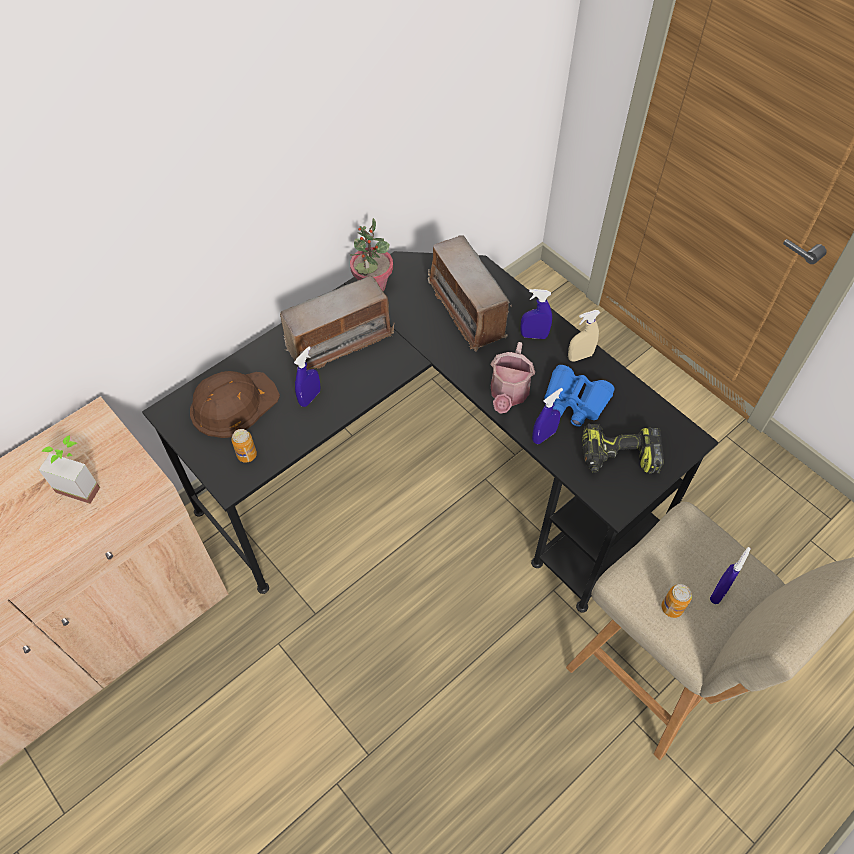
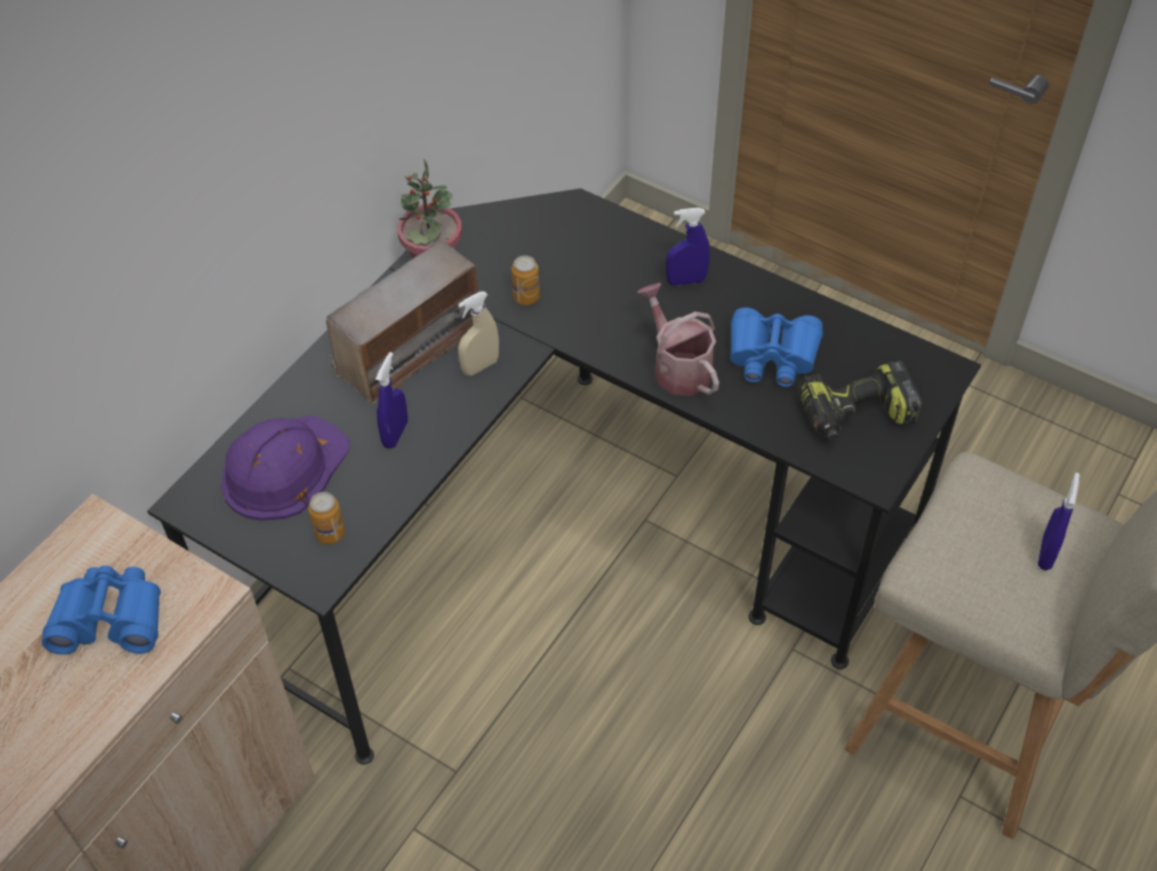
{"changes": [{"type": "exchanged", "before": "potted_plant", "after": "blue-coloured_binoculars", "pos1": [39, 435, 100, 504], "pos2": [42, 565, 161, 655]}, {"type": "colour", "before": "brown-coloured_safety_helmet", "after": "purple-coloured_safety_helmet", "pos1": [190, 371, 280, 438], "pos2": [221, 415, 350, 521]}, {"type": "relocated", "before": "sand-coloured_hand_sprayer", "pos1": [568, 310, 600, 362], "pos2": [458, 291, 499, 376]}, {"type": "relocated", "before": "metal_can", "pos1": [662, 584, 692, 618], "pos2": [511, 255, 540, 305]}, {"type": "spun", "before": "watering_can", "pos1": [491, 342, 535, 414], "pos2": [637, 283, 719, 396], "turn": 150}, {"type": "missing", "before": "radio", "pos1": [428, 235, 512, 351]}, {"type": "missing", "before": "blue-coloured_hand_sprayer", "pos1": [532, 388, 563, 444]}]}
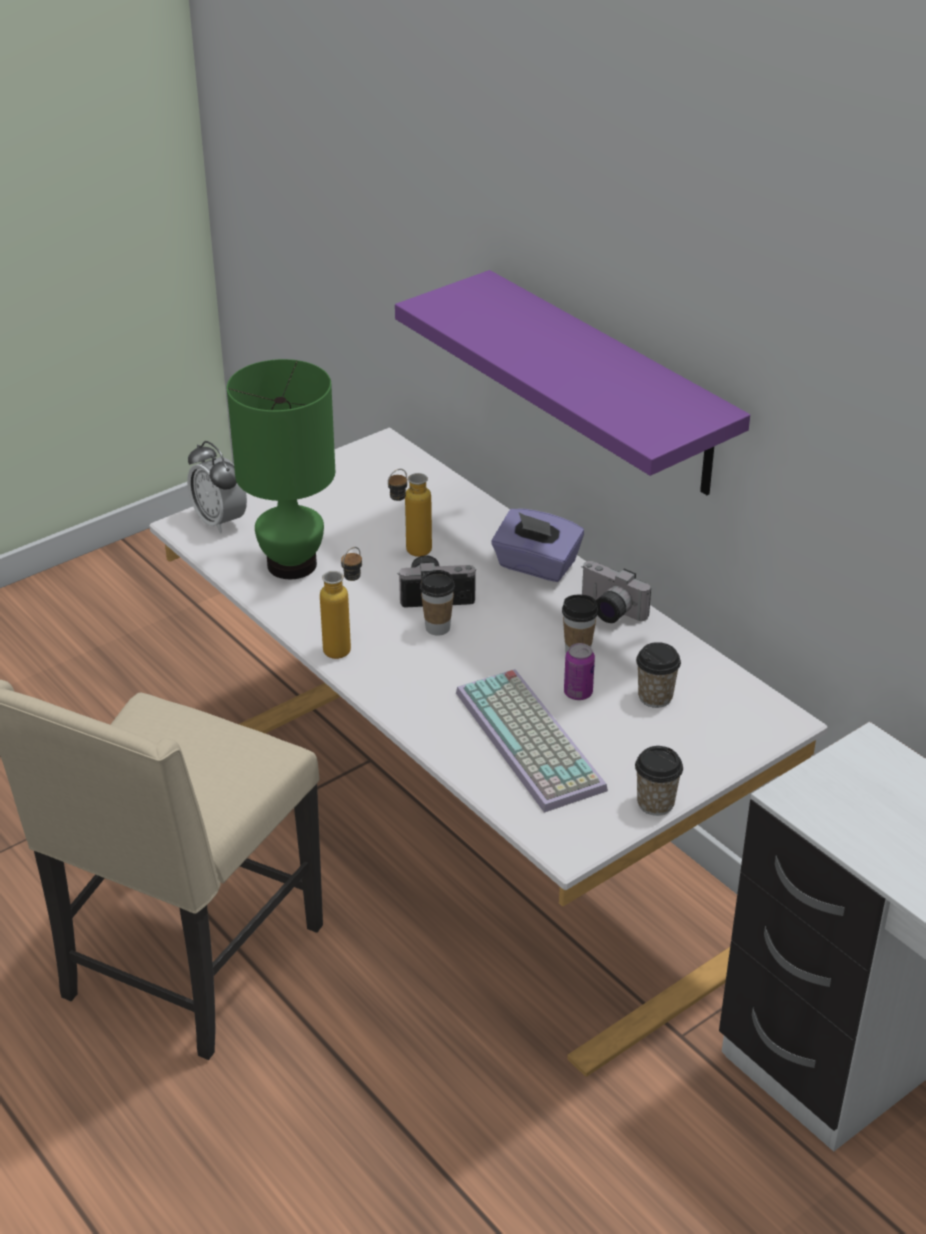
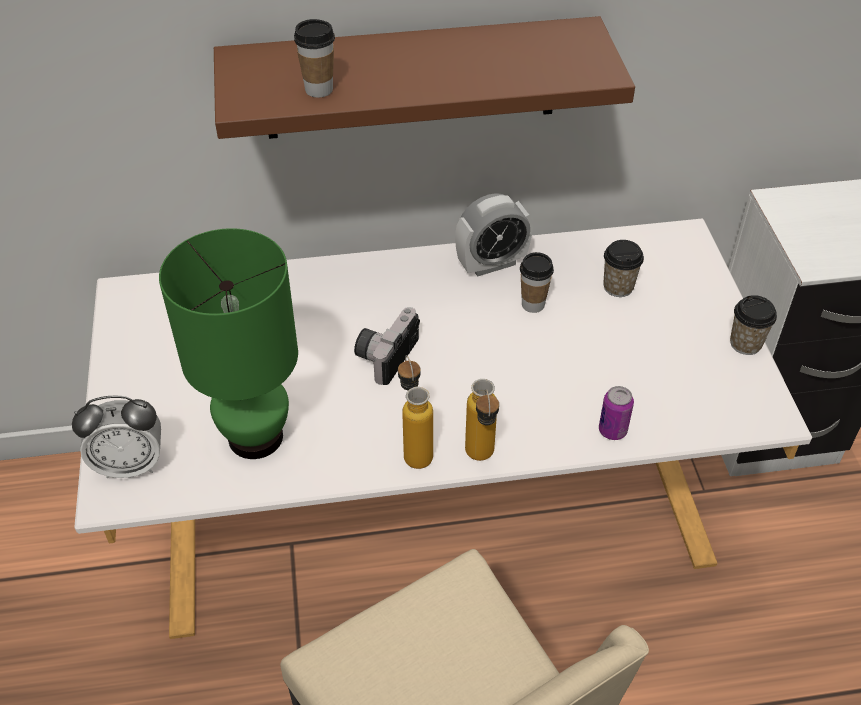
{"changes": [{"type": "colour", "before": "purple-coloured_bracket_shelf", "after": "brown-coloured_bracket_shelf", "pos1": [395, 270, 750, 495], "pos2": [214, 16, 635, 139]}, {"type": "relocated", "before": "cup", "pos1": [420, 570, 455, 636], "pos2": [294, 19, 335, 98]}, {"type": "exchanged", "before": "still_camera", "after": "table_clock", "pos1": [582, 561, 651, 623], "pos2": [455, 193, 533, 277]}, {"type": "relocated", "before": "drink_bottle", "pos1": [388, 469, 432, 557], "pos2": [465, 379, 499, 461]}, {"type": "relocated", "before": "metal_can", "pos1": [564, 643, 595, 700], "pos2": [599, 386, 634, 440]}, {"type": "missing", "before": "keyboard", "pos1": [456, 669, 608, 813]}, {"type": "missing", "before": "purple-coloured_box_of_tissues", "pos1": [491, 508, 584, 582]}]}
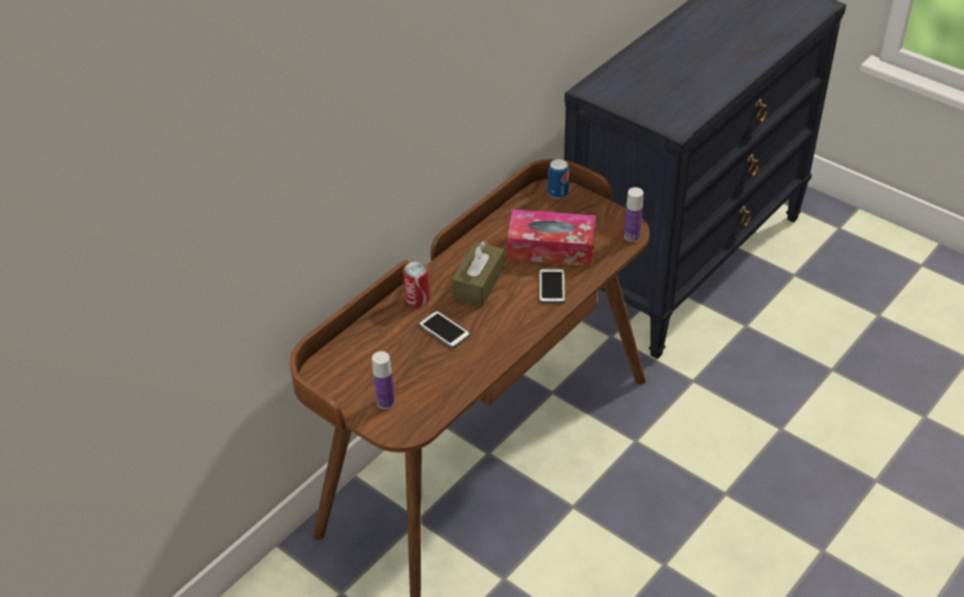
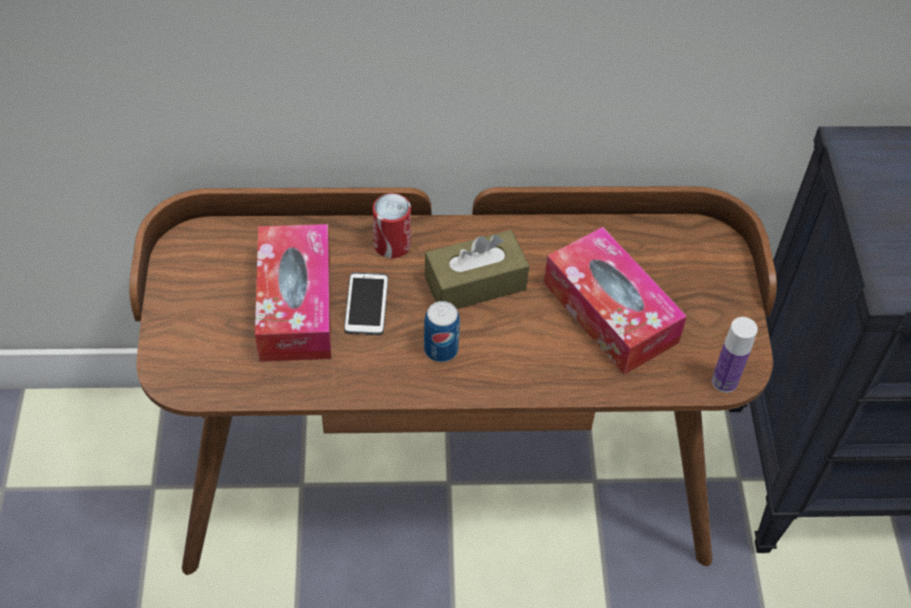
{"changes": [{"type": "appeared", "after": "box_of_tissues", "pos2": [255, 224, 331, 362]}, {"type": "relocated", "before": "metal_can", "pos1": [548, 159, 569, 199], "pos2": [424, 301, 460, 362]}, {"type": "missing", "before": "drink_bottle", "pos1": [372, 351, 395, 409]}, {"type": "missing", "before": "phone", "pos1": [539, 268, 565, 303]}]}
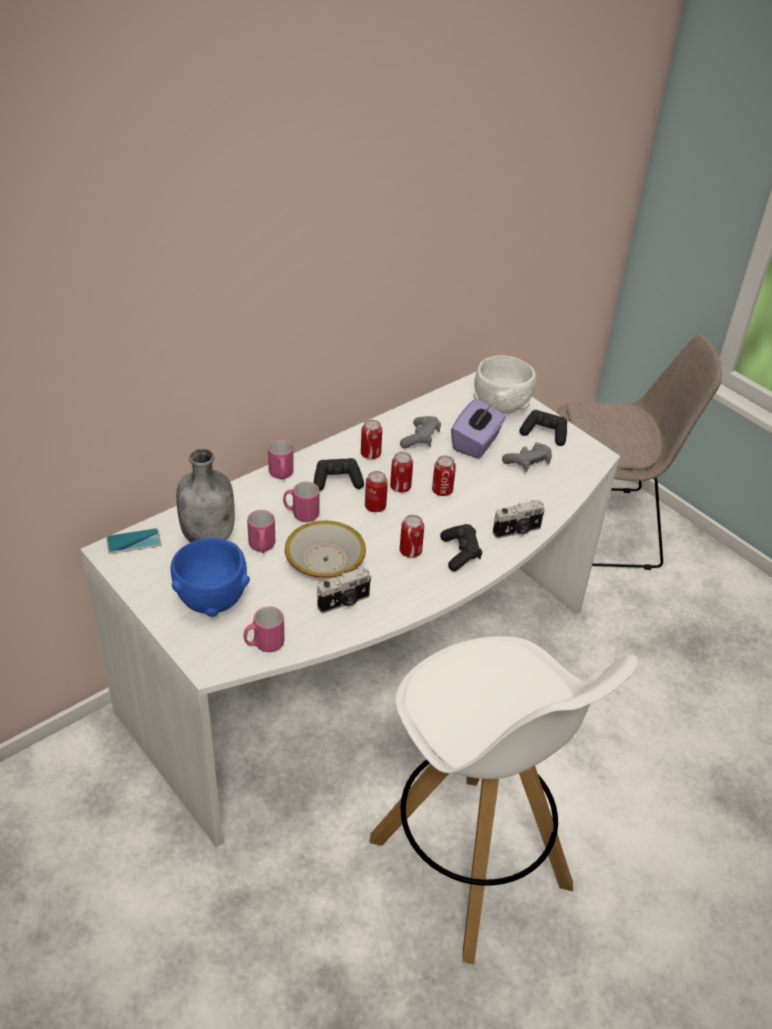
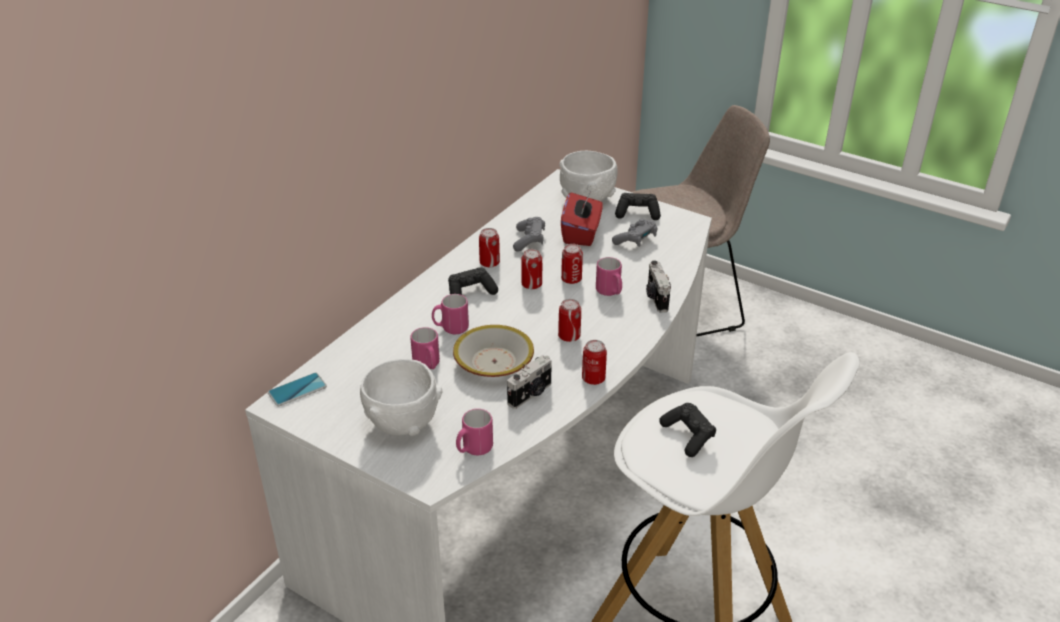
{"changes": [{"type": "colour", "before": "blue-coloured_deep_dish", "after": "white_deep_dish", "pos1": [170, 538, 250, 617], "pos2": [360, 359, 443, 436]}, {"type": "colour", "before": "purple-coloured_box_of_tissues", "after": "red-coloured_box_of_tissues", "pos1": [451, 399, 506, 459], "pos2": [561, 192, 603, 246]}, {"type": "relocated", "before": "metal_can", "pos1": [365, 471, 388, 512], "pos2": [582, 340, 607, 385]}, {"type": "relocated", "before": "pink-coloured_tea_mug", "pos1": [268, 440, 294, 479], "pos2": [596, 257, 622, 296]}, {"type": "spun", "before": "still_camera", "pos1": [493, 500, 545, 539], "pos2": [646, 260, 671, 313], "turn": 120}, {"type": "relocated", "before": "blackish_gamepad", "pos1": [440, 524, 482, 571], "pos2": [659, 403, 716, 457]}, {"type": "missing", "before": "greyish_drink_bottle", "pos1": [176, 449, 235, 542]}]}
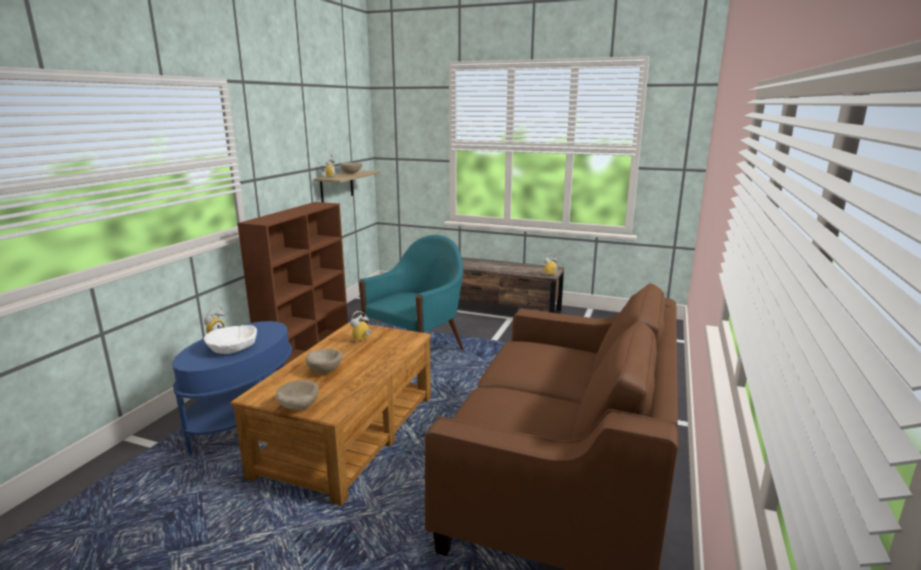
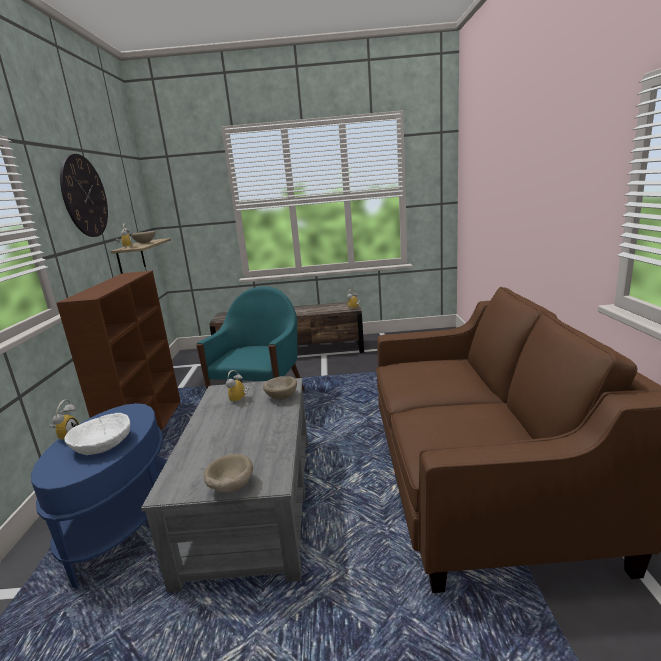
{"changes": [{"type": "appeared", "after": "hanging_clock", "pos2": [60, 154, 108, 237]}, {"type": "colour", "before": "brown-coloured_low_table", "after": "greyish_low_table", "pos1": [230, 322, 431, 506], "pos2": [141, 378, 308, 592]}, {"type": "relocated", "before": "sand-coloured_deep_dish", "pos1": [305, 349, 342, 373], "pos2": [263, 376, 297, 400]}]}
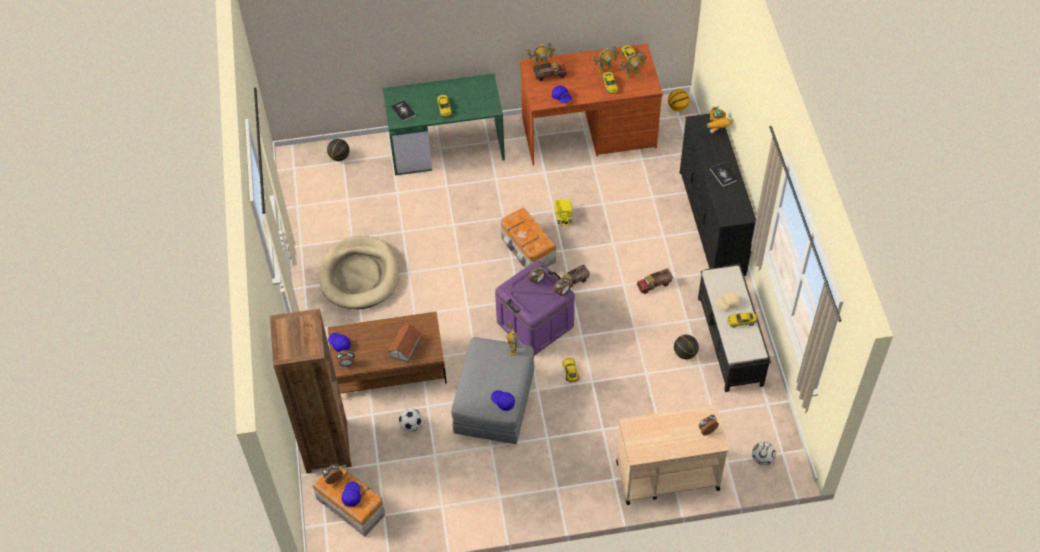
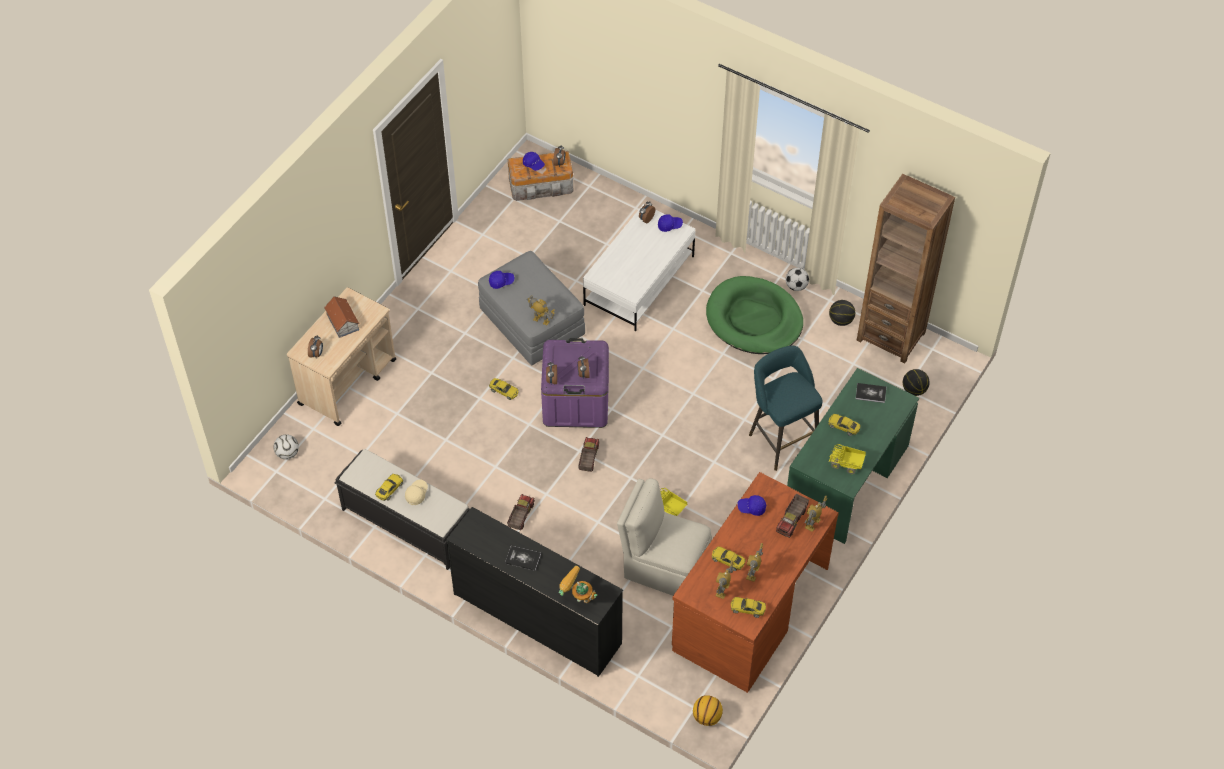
{"changes": [{"type": "relocated", "before": "miniature_house", "pos1": [388, 324, 421, 363], "pos2": [324, 296, 359, 338]}, {"type": "colour", "before": "brown-coloured_low_table", "after": "white_low_table", "pos1": [328, 312, 447, 394], "pos2": [583, 204, 696, 331]}, {"type": "appeared", "after": "sand-coloured_plain_chair", "pos2": [617, 478, 712, 596]}, {"type": "colour", "before": "sand-coloured_dog_cushion", "after": "green_dog_cushion", "pos1": [319, 236, 400, 309], "pos2": [706, 276, 803, 354]}, {"type": "appeared", "after": "turquoise_sitting_stool", "pos2": [749, 345, 823, 471]}, {"type": "relocated", "before": "football", "pos1": [399, 408, 422, 432], "pos2": [786, 268, 809, 291]}, {"type": "relocated", "before": "basketball", "pos1": [674, 335, 699, 359], "pos2": [829, 300, 855, 326]}, {"type": "appeared", "after": "toy_truck", "pos2": [829, 444, 866, 474]}, {"type": "relocated", "before": "brown-coloured_bookshelf", "pos1": [270, 309, 351, 473], "pos2": [857, 174, 955, 364]}, {"type": "missing", "before": "storage_container", "pos1": [501, 207, 556, 268]}]}
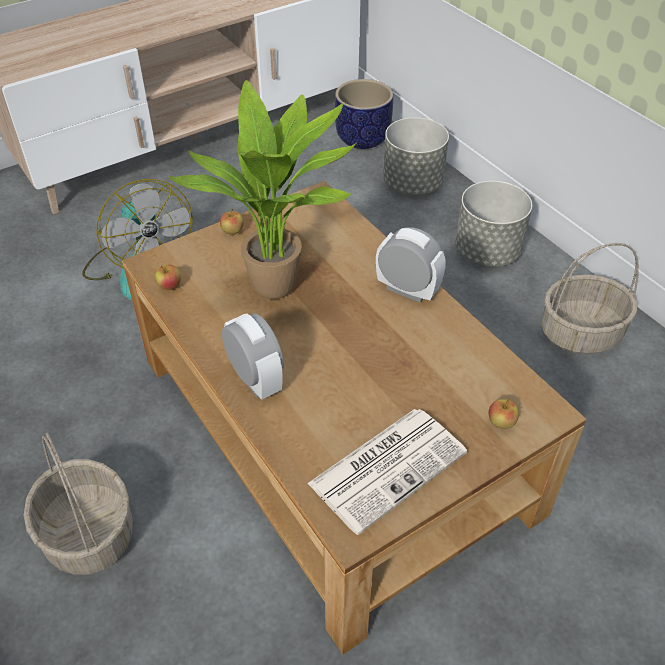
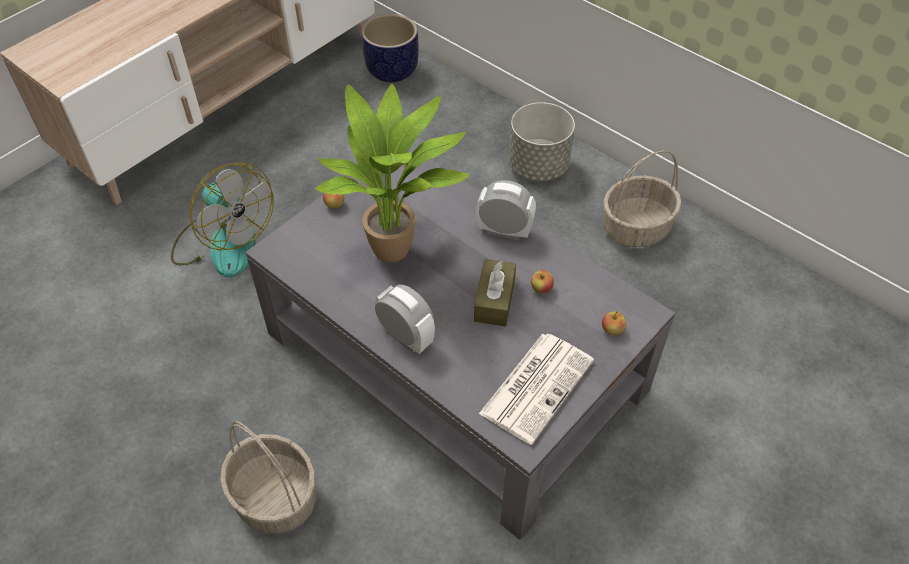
{"changes": [{"type": "colour", "before": "brown-coloured_low_table", "after": "greyish_low_table", "pos1": [122, 181, 587, 654], "pos2": [245, 147, 675, 540]}, {"type": "appeared", "after": "brown-coloured_box_of_tissues", "pos2": [474, 259, 516, 326]}, {"type": "relocated", "before": "apple_fruit", "pos1": [155, 264, 181, 290], "pos2": [531, 270, 554, 294]}, {"type": "missing", "before": "greyish_planter", "pos1": [383, 117, 449, 195]}]}
